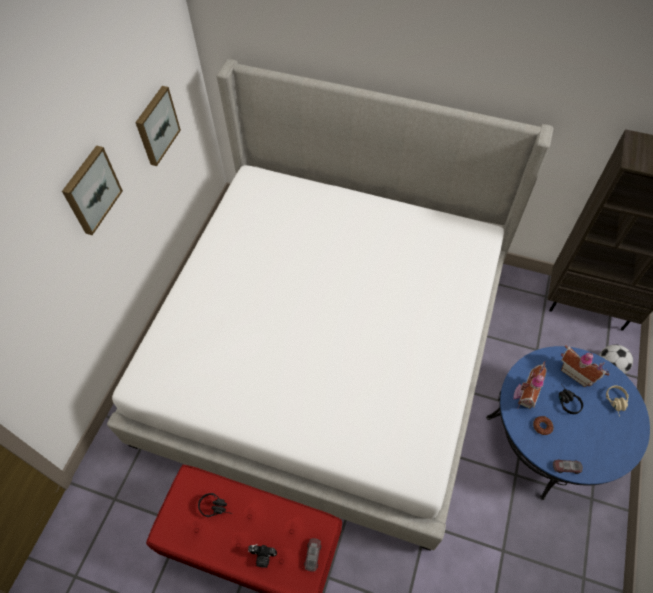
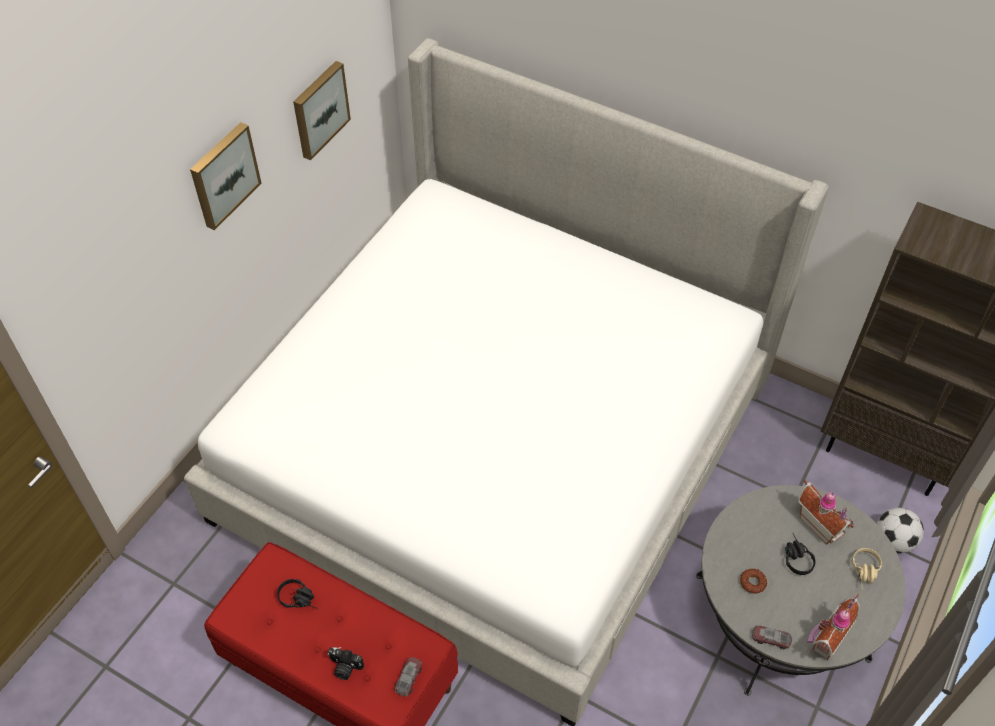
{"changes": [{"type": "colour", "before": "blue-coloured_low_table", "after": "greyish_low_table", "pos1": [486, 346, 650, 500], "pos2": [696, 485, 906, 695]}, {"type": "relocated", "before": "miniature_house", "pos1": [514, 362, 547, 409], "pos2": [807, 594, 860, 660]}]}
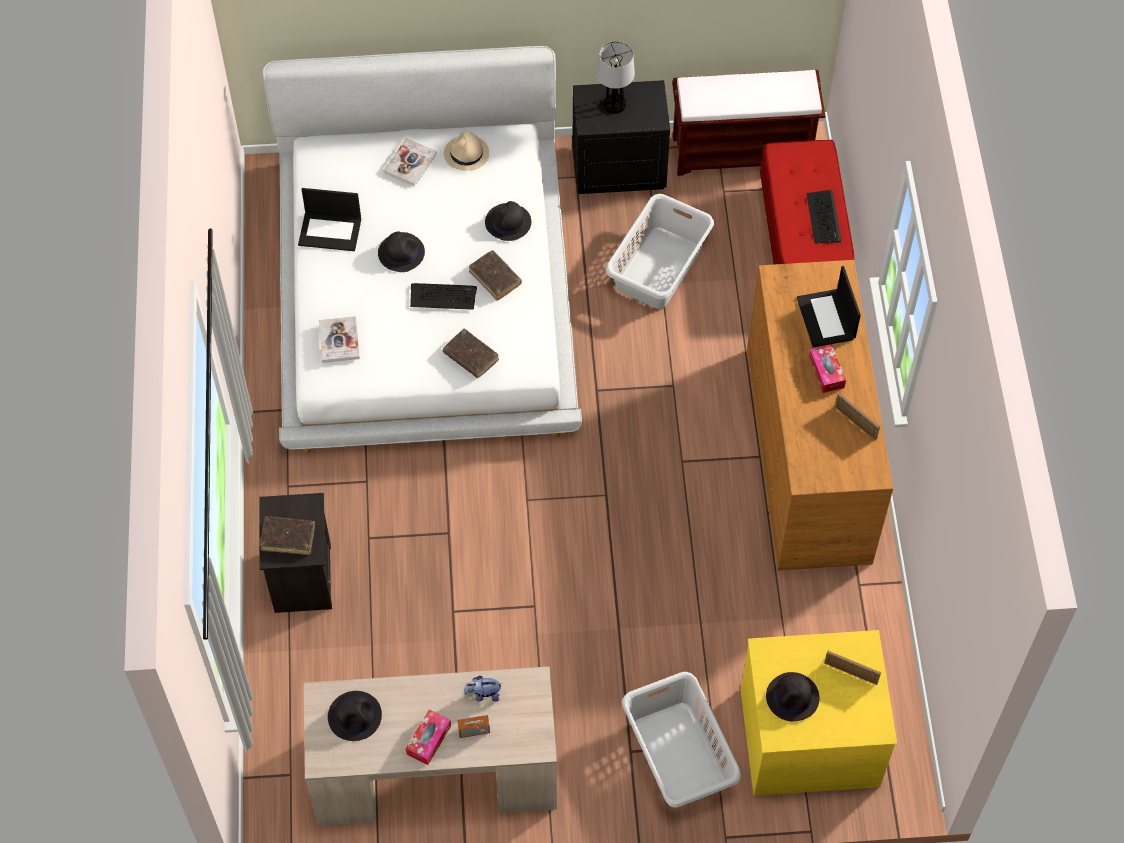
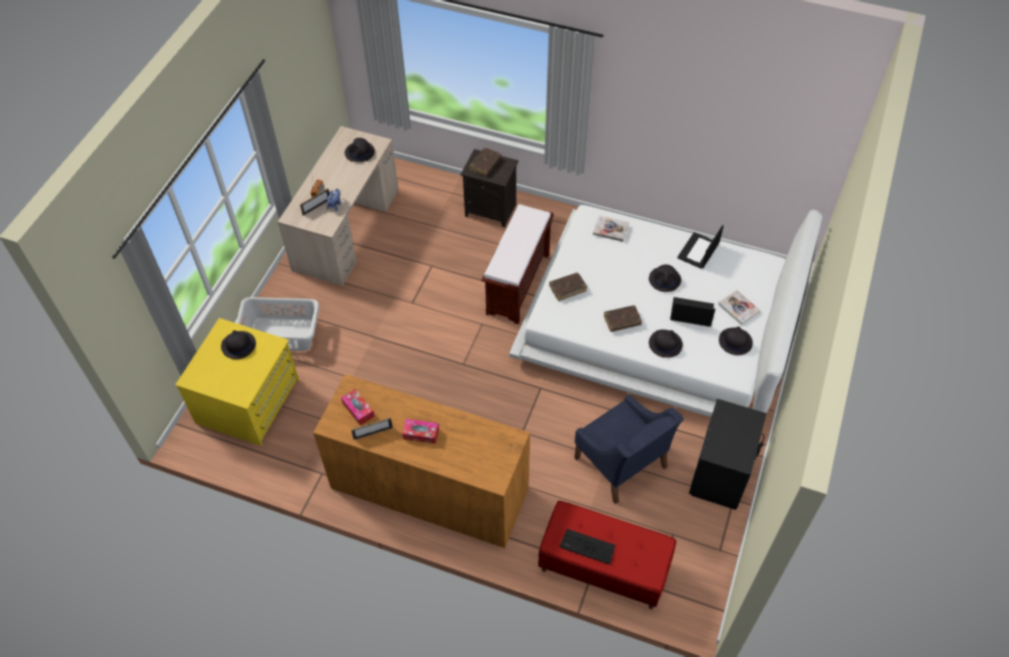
{"changes": [{"type": "relocated", "before": "photo_frame", "pos1": [824, 651, 881, 685], "pos2": [300, 188, 329, 216]}, {"type": "relocated", "before": "box_of_tissues", "pos1": [406, 710, 451, 765], "pos2": [341, 389, 374, 425]}, {"type": "relocated", "before": "brown-coloured_long_seat", "pos1": [672, 70, 825, 176], "pos2": [482, 204, 553, 324]}, {"type": "exchanged", "before": "greyish_hamper", "after": "blue-coloured_lounge_chair", "pos1": [605, 194, 714, 309], "pos2": [575, 395, 684, 504]}, {"type": "relocated", "before": "notebook_computer", "pos1": [797, 266, 861, 347], "pos2": [670, 297, 715, 327]}, {"type": "colour", "before": "sand-coloured_hat", "after": "blackish_hat", "pos1": [444, 132, 489, 171], "pos2": [719, 327, 753, 355]}, {"type": "missing", "before": "keyboard", "pos1": [410, 283, 477, 310]}, {"type": "missing", "before": "tabletop_lamp", "pos1": [596, 41, 635, 114]}]}
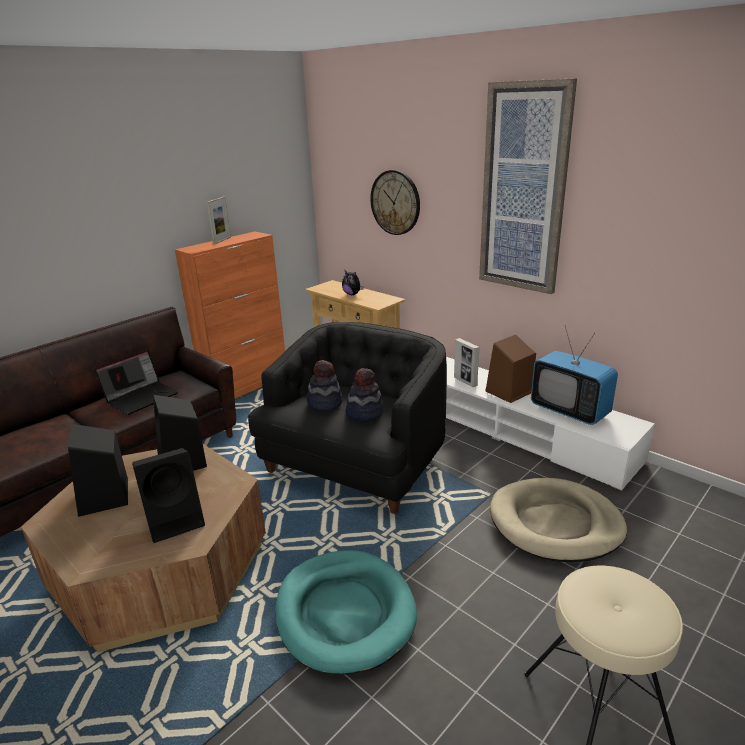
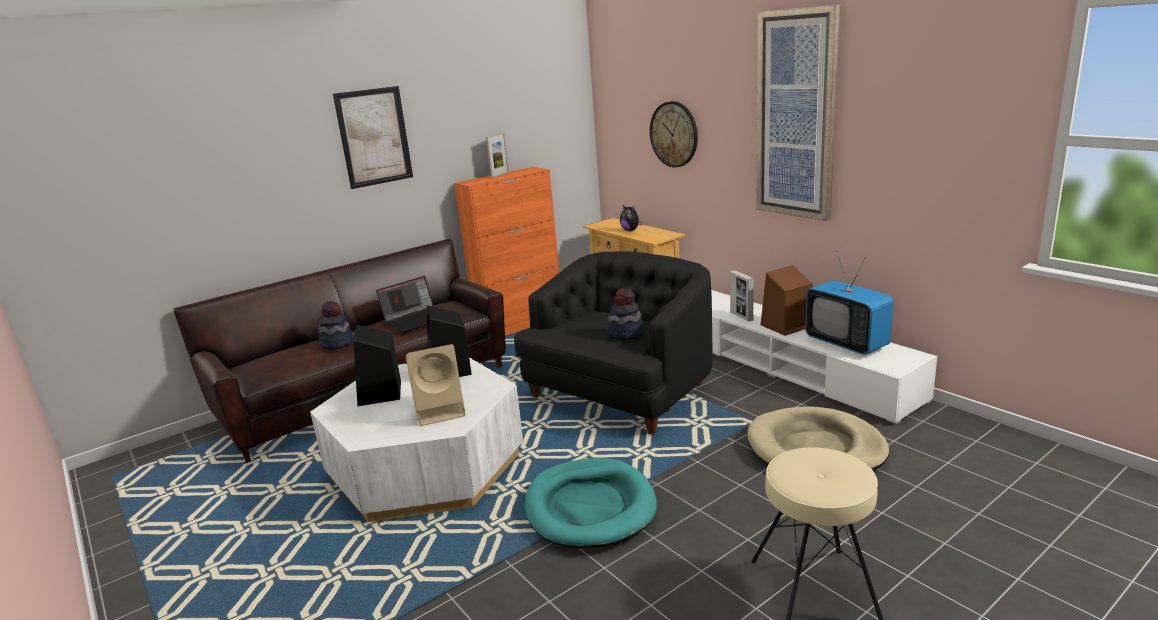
{"changes": [{"type": "colour", "before": "brown-coloured_low_table", "after": "white_low_table", "pos1": [21, 444, 266, 652], "pos2": [310, 357, 523, 522]}, {"type": "relocated", "before": "hat", "pos1": [307, 360, 342, 411], "pos2": [319, 301, 354, 350]}, {"type": "appeared", "after": "wall_picture", "pos2": [333, 86, 413, 189]}, {"type": "colour", "before": "blackish_audio_speaker", "after": "sand-coloured_audio_speaker", "pos1": [132, 448, 205, 543], "pos2": [406, 344, 466, 426]}]}
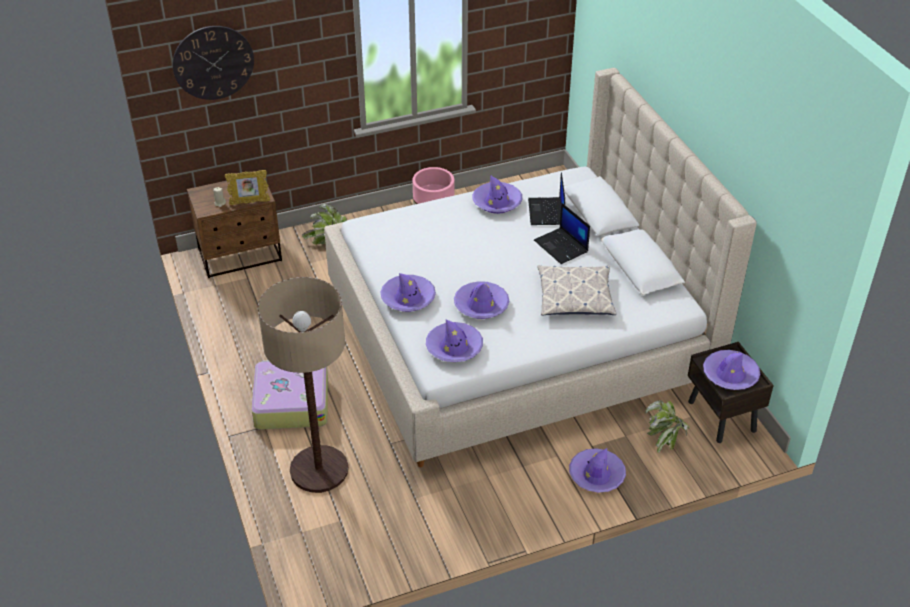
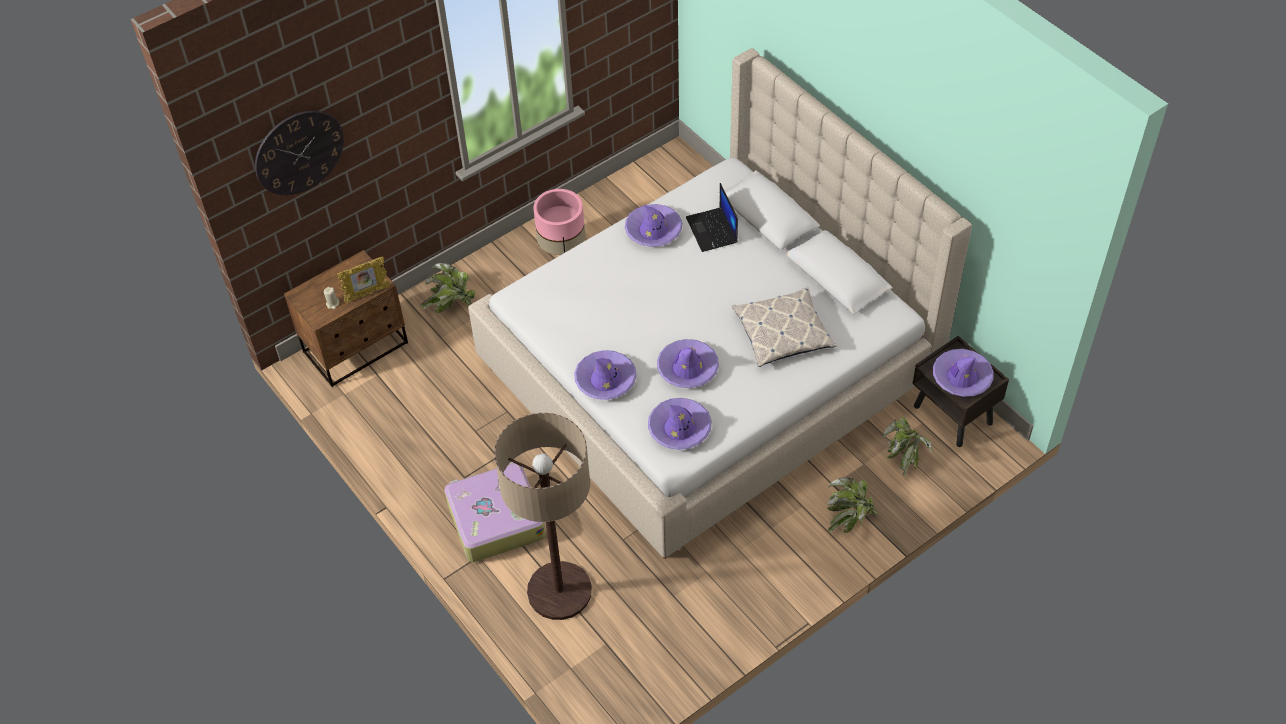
{"changes": [{"type": "exchanged", "before": "purple-coloured_hat", "after": "potted_plant", "pos1": [569, 448, 626, 493], "pos2": [827, 477, 878, 533]}, {"type": "missing", "before": "notebook_computer", "pos1": [534, 203, 590, 264]}]}
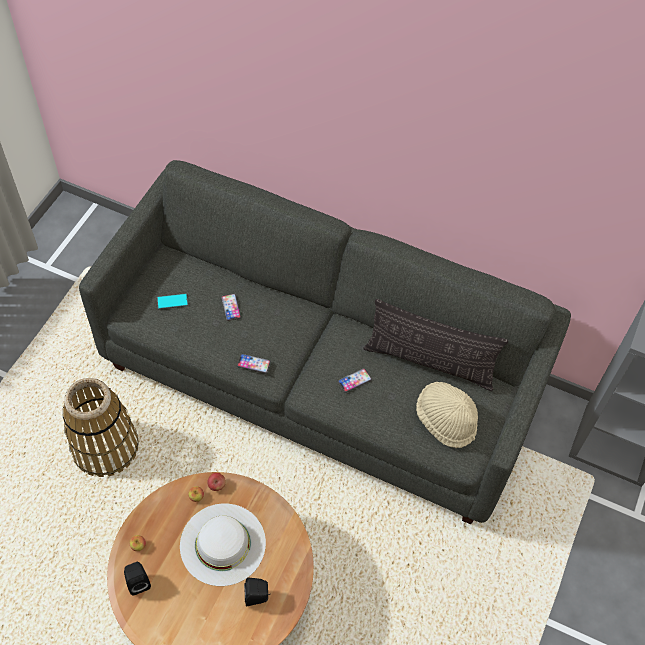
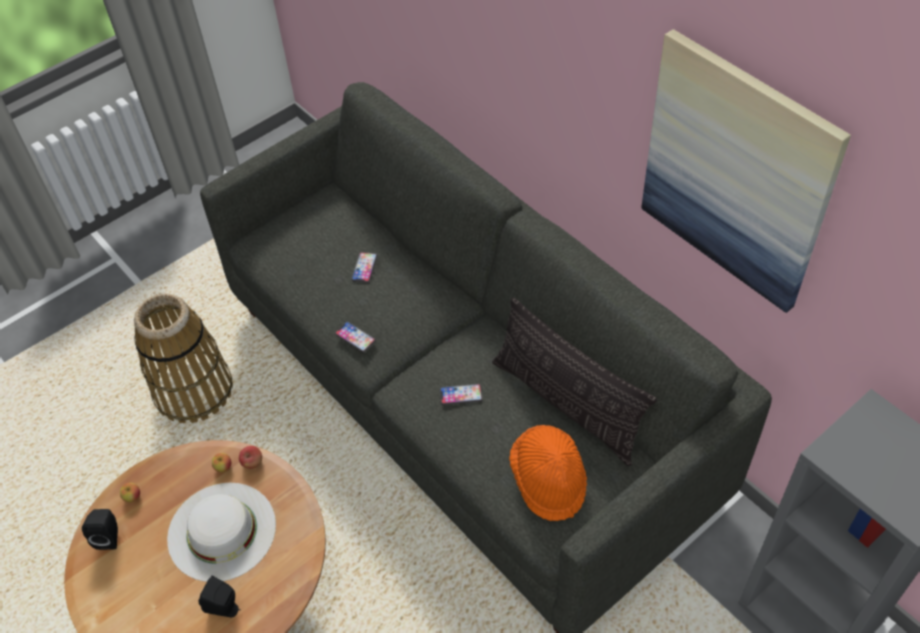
{"changes": [{"type": "colour", "before": "sand-coloured_hat", "after": "orange_hat", "pos1": [416, 382, 478, 448], "pos2": [509, 425, 587, 521]}, {"type": "appeared", "after": "wall_picture", "pos2": [642, 29, 851, 313]}, {"type": "missing", "before": "phone", "pos1": [157, 293, 188, 310]}]}
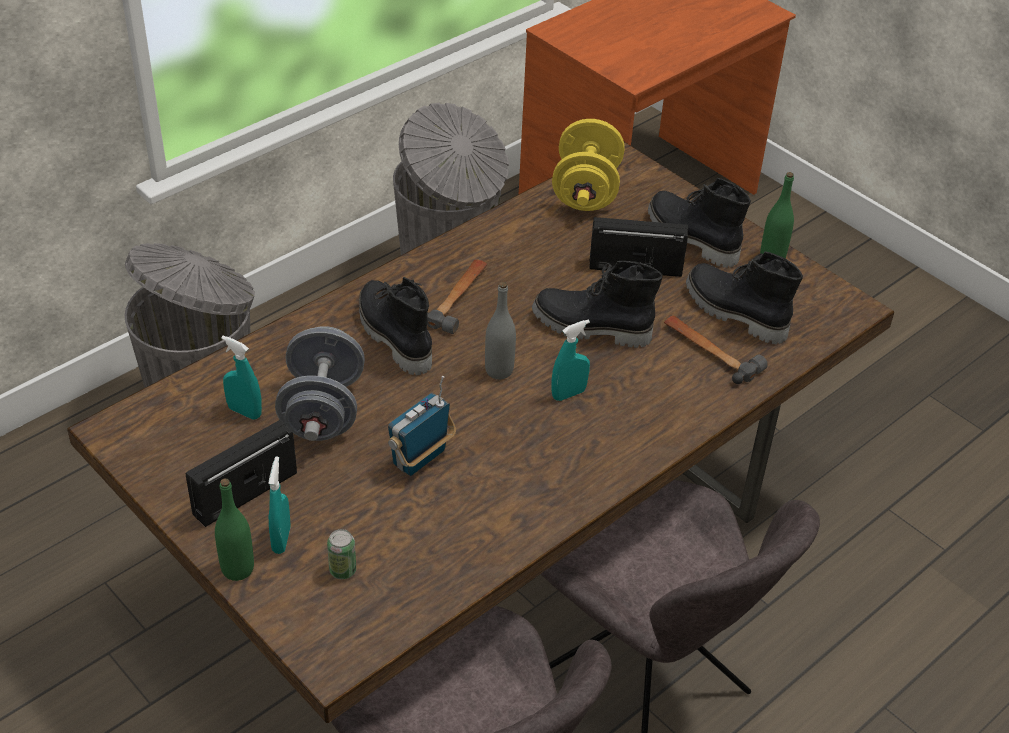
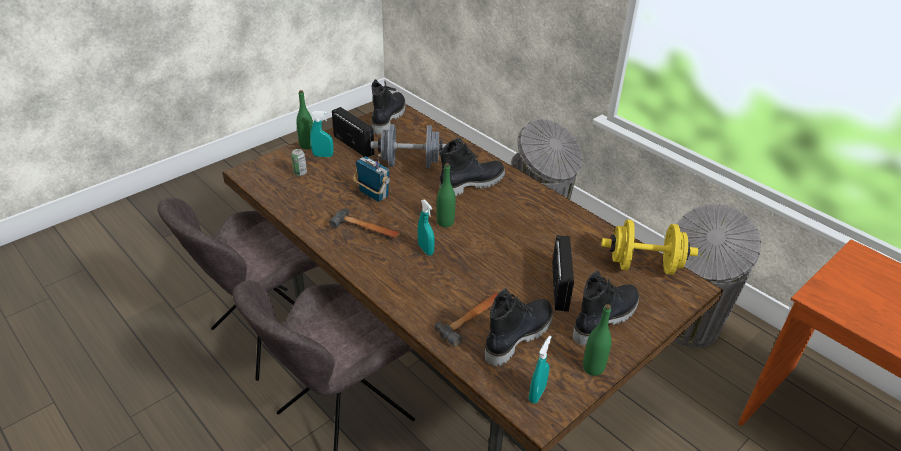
{"changes": [{"type": "relocated", "before": "hammer", "pos1": [427, 259, 487, 334], "pos2": [329, 208, 400, 239]}, {"type": "relocated", "before": "blackish_tall_boot", "pos1": [532, 261, 663, 348], "pos2": [371, 79, 406, 135]}, {"type": "colour", "before": "greyish_drink_bottle", "after": "green_drink_bottle", "pos1": [485, 282, 516, 379], "pos2": [437, 163, 456, 227]}, {"type": "relocated", "before": "turquoise_hand_sprayer", "pos1": [221, 335, 262, 420], "pos2": [529, 336, 552, 403]}]}
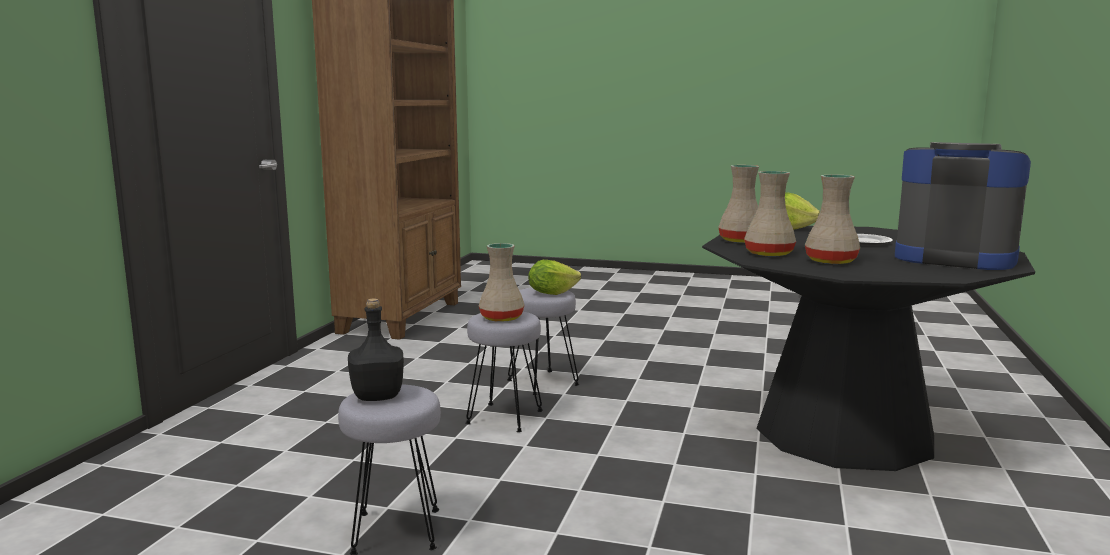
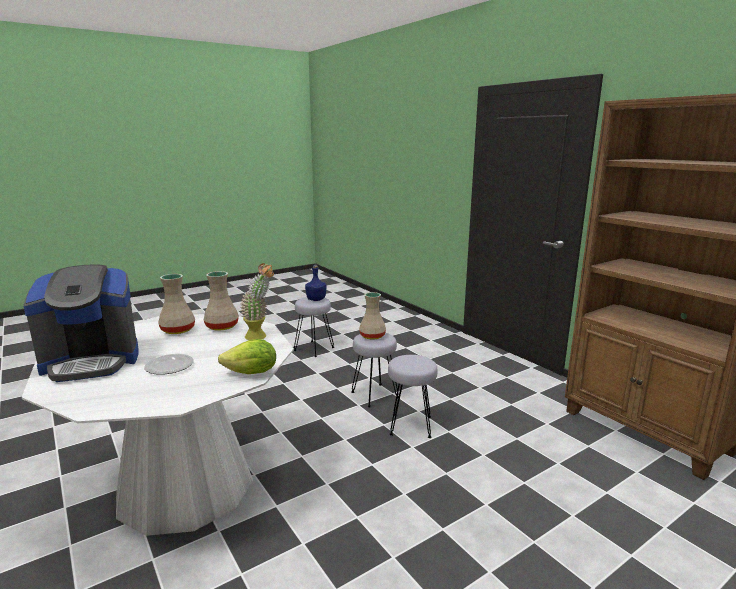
{"changes": [{"type": "colour", "before": "blackish_dining_table", "after": "white_dining_table", "pos1": [702, 226, 1035, 471], "pos2": [22, 314, 294, 536]}, {"type": "exchanged", "before": "sand-coloured_decorative_vase", "after": "potted_plant", "pos1": [718, 165, 759, 243], "pos2": [240, 263, 274, 340]}, {"type": "colour", "before": "blackish_drink_bottle", "after": "blue-coloured_drink_bottle", "pos1": [348, 299, 404, 401], "pos2": [305, 265, 327, 301]}, {"type": "missing", "before": "lettuce", "pos1": [528, 260, 581, 295]}]}
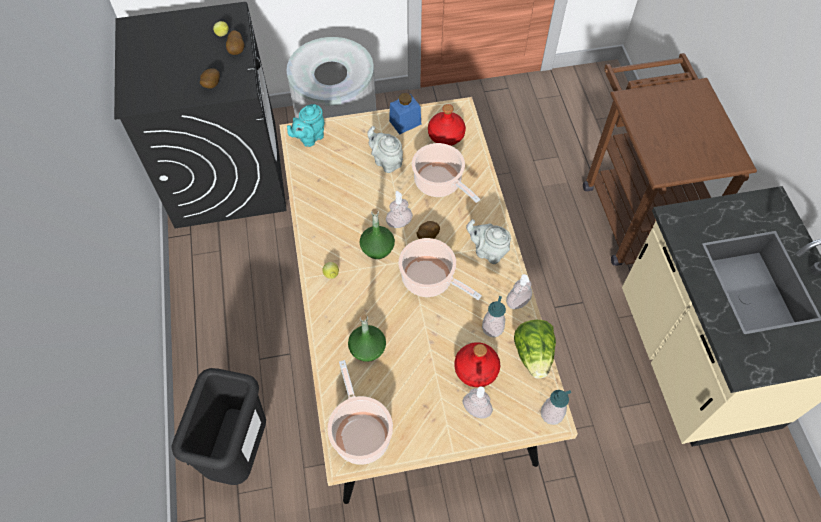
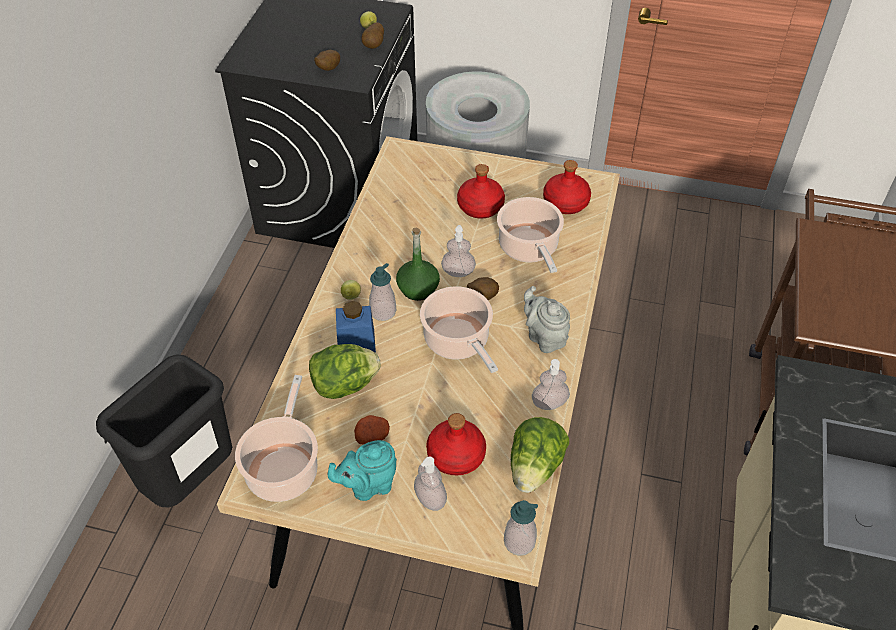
{"changes": [{"type": "exchanged", "before": "green_drink_bottle", "after": "lettuce", "pos1": [348, 314, 386, 362], "pos2": [309, 344, 381, 399]}, {"type": "relocated", "before": "turquoise_tea_pot", "pos1": [287, 104, 324, 147], "pos2": [328, 440, 397, 501]}, {"type": "relocated", "before": "blue-coloured_storage_jar", "pos1": [389, 93, 421, 135], "pos2": [336, 301, 376, 352]}, {"type": "appeared", "after": "spud", "pos2": [354, 415, 390, 445]}, {"type": "relocated", "before": "soap_dispenser", "pos1": [482, 296, 506, 337], "pos2": [369, 263, 396, 321]}, {"type": "exchanged", "before": "greyish_tea_pot", "after": "red-coloured_drink_bottle", "pos1": [367, 126, 403, 173], "pos2": [457, 164, 505, 219]}]}
